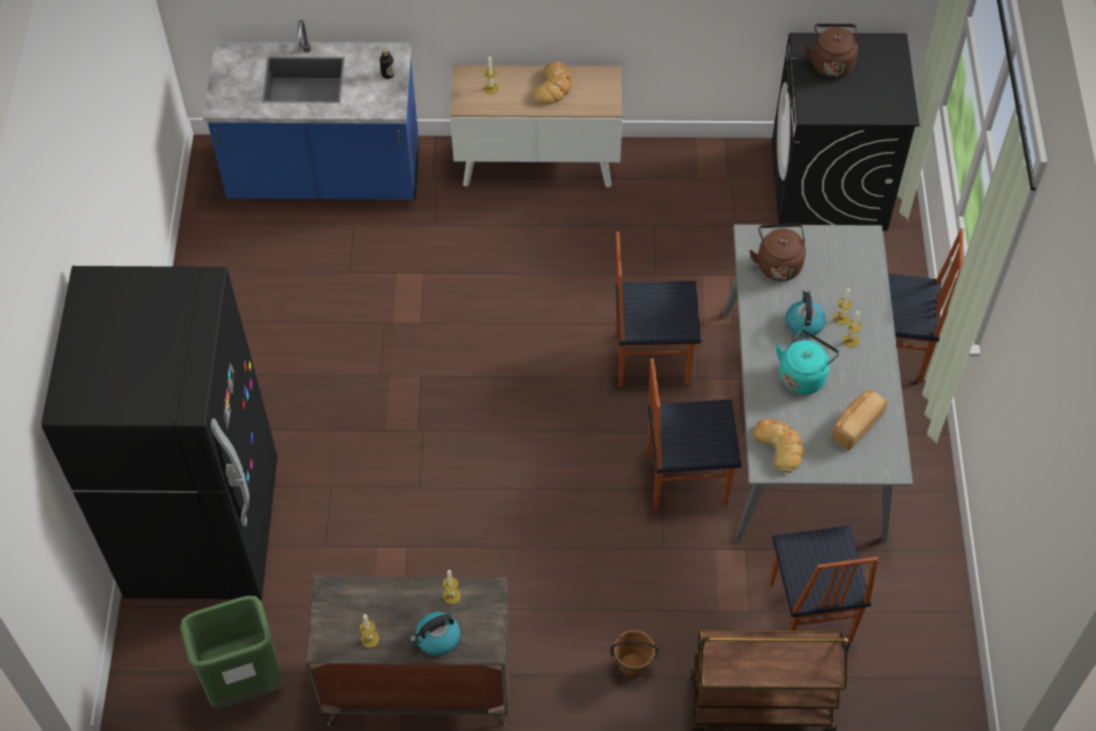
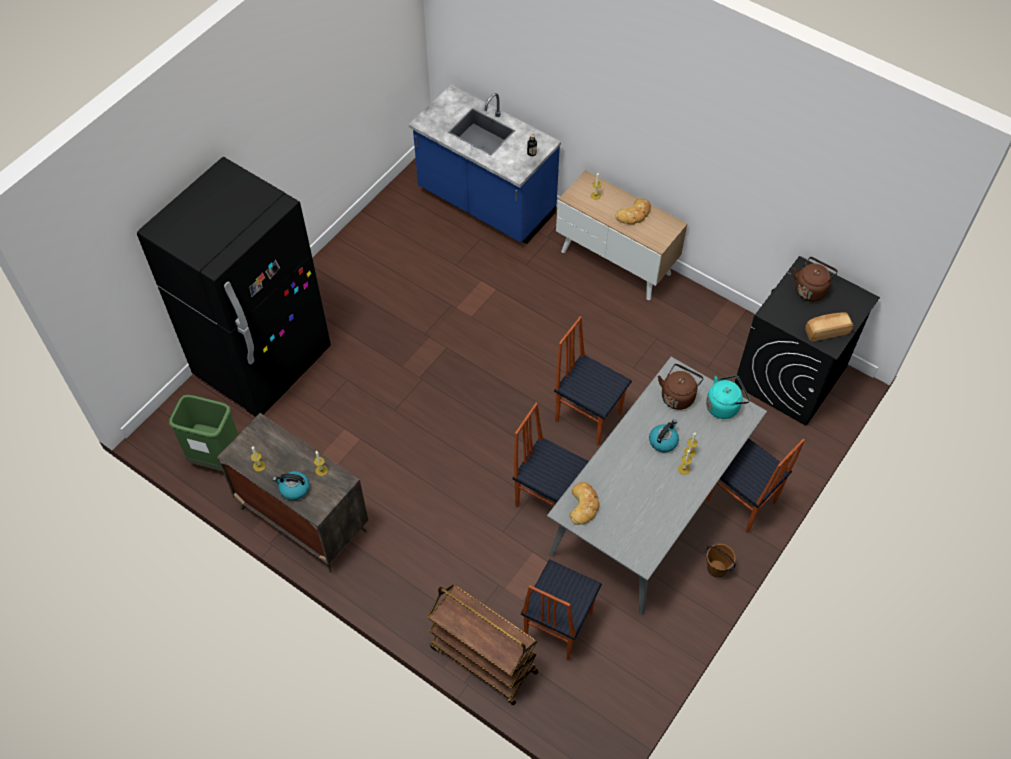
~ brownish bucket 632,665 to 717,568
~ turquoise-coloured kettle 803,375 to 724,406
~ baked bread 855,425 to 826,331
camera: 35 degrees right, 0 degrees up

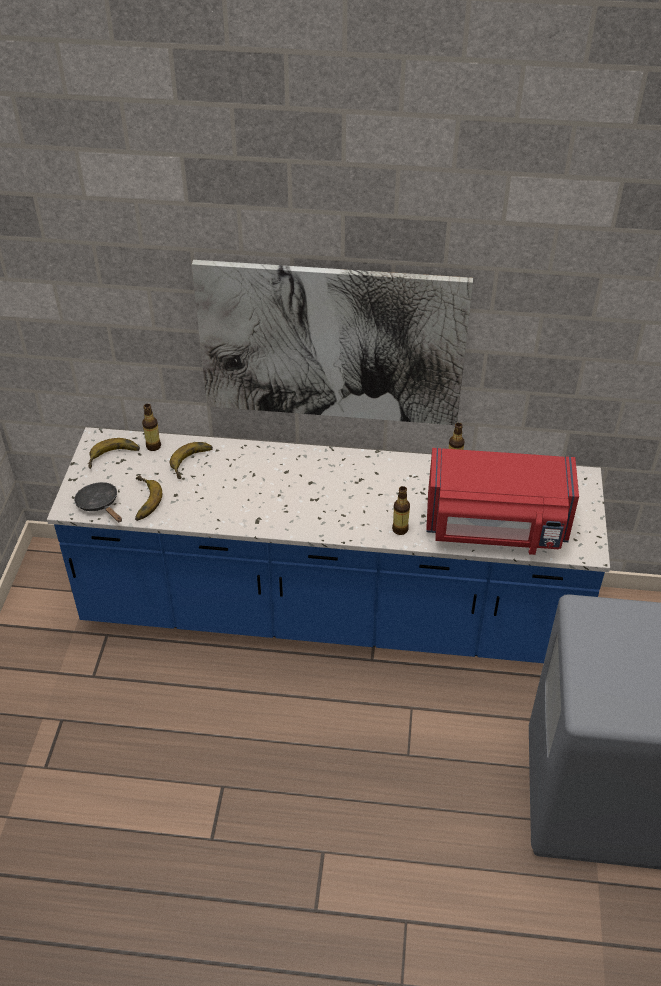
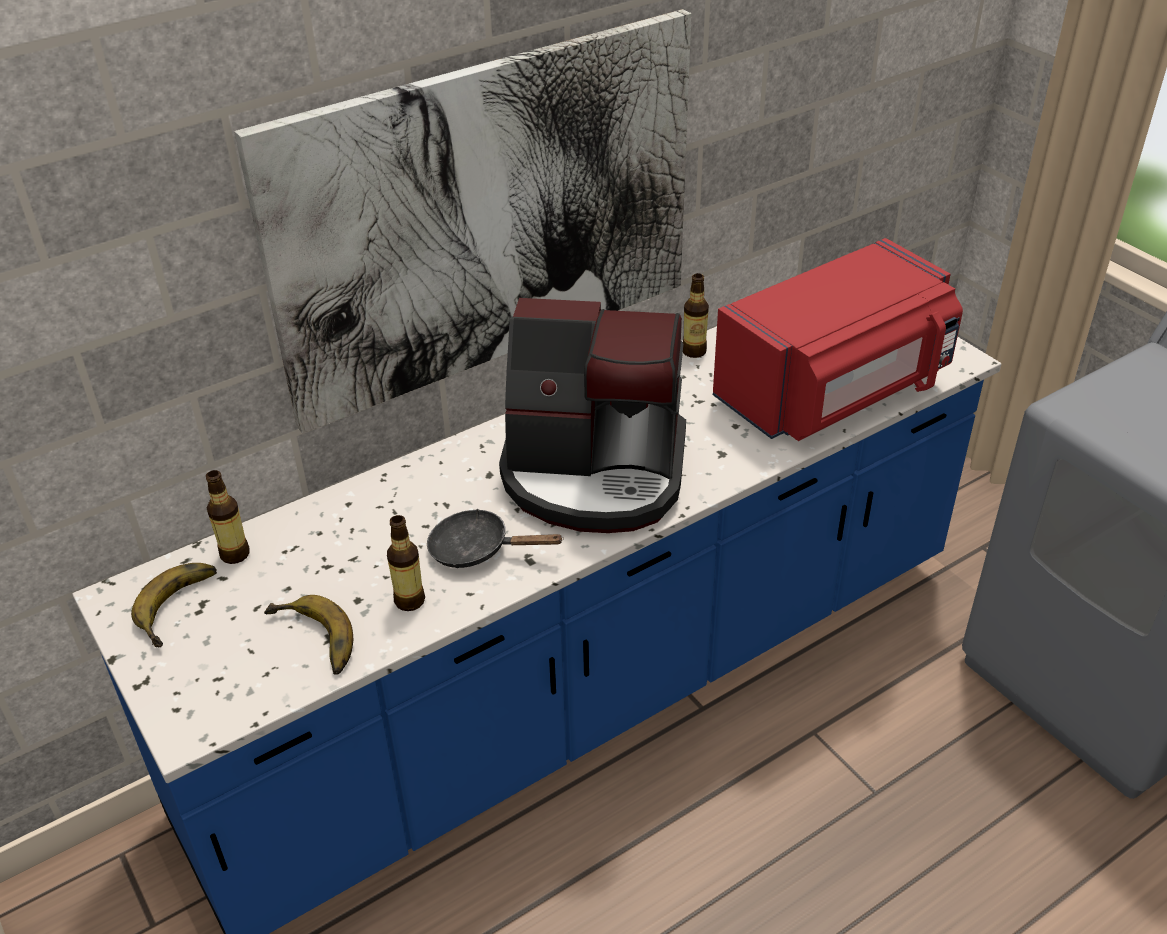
~ black pan 100,505 to 477,549
- banana fruit 193,463
~ beverage bottle 400,529 to 409,601
+ coffee brewer 595,473
camera: 40 degrees left, 5 degrees down

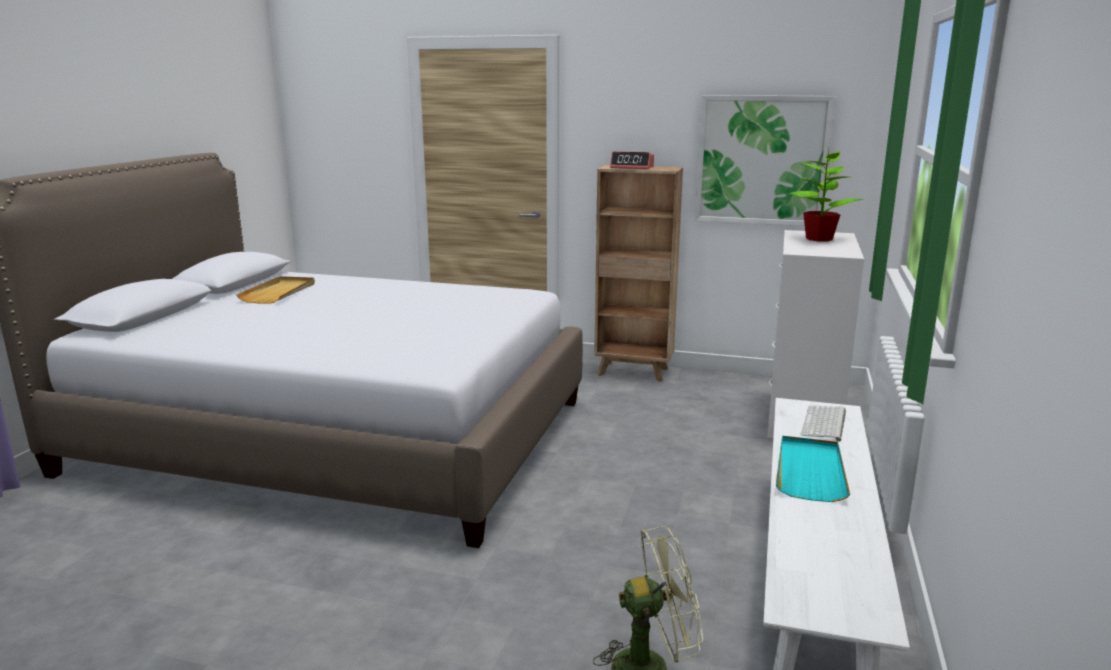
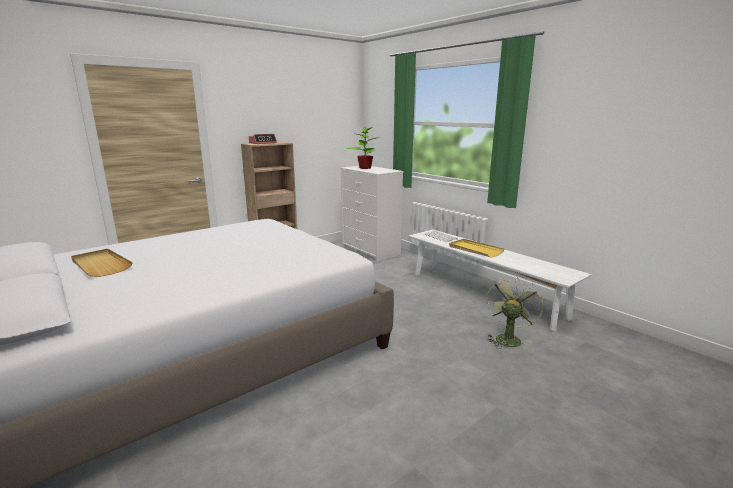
- wall picture 761,160
~ turquoise-coloured carrying tray 810,471 to yellow carrying tray 475,250
camera: 55 degrees left, 0 degrees up

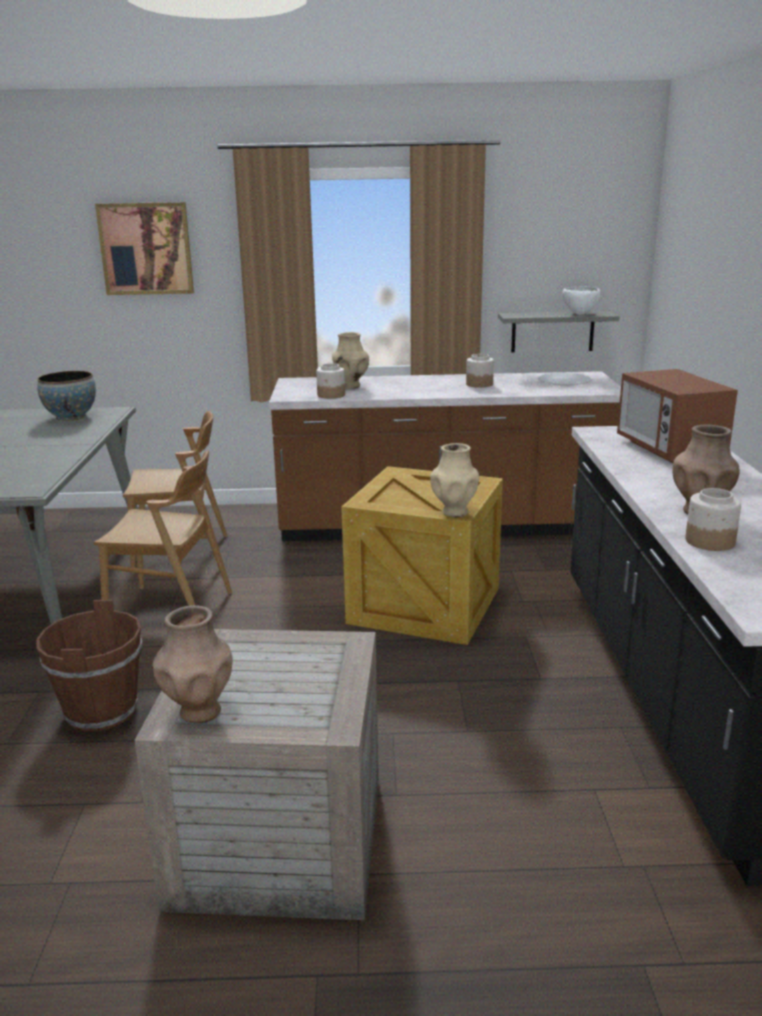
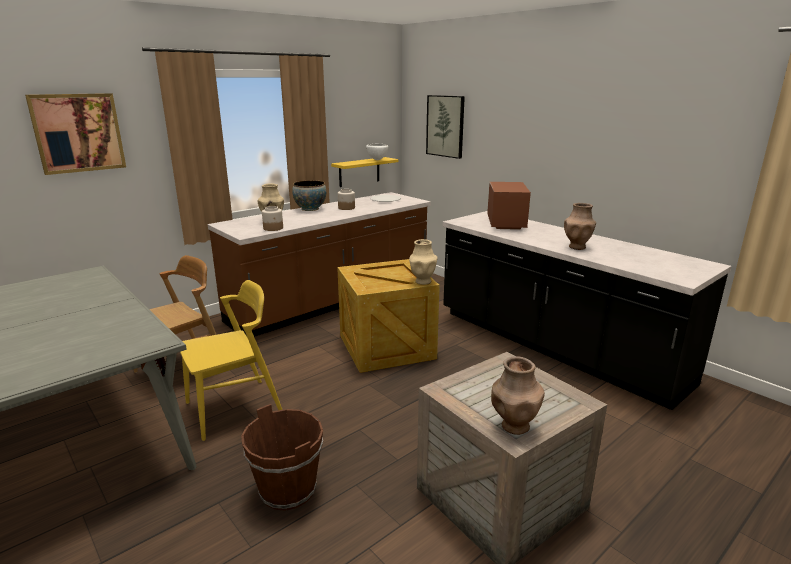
~ deep dish 71,417 to 310,209
~ brownish upright chair 171,610 to yellow upright chair 234,408
~ gray bracket shelf 552,331 to yellow bracket shelf 359,172
~ microwave 669,450 = 506,224 120 degrees counterclockwise
- preserve jar 709,541
+ wall picture 445,126
camera: 40 degrees left, 0 degrees up

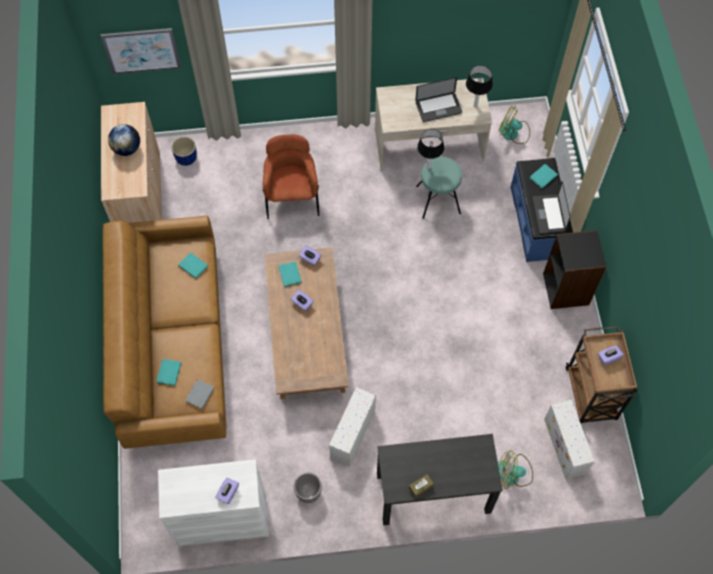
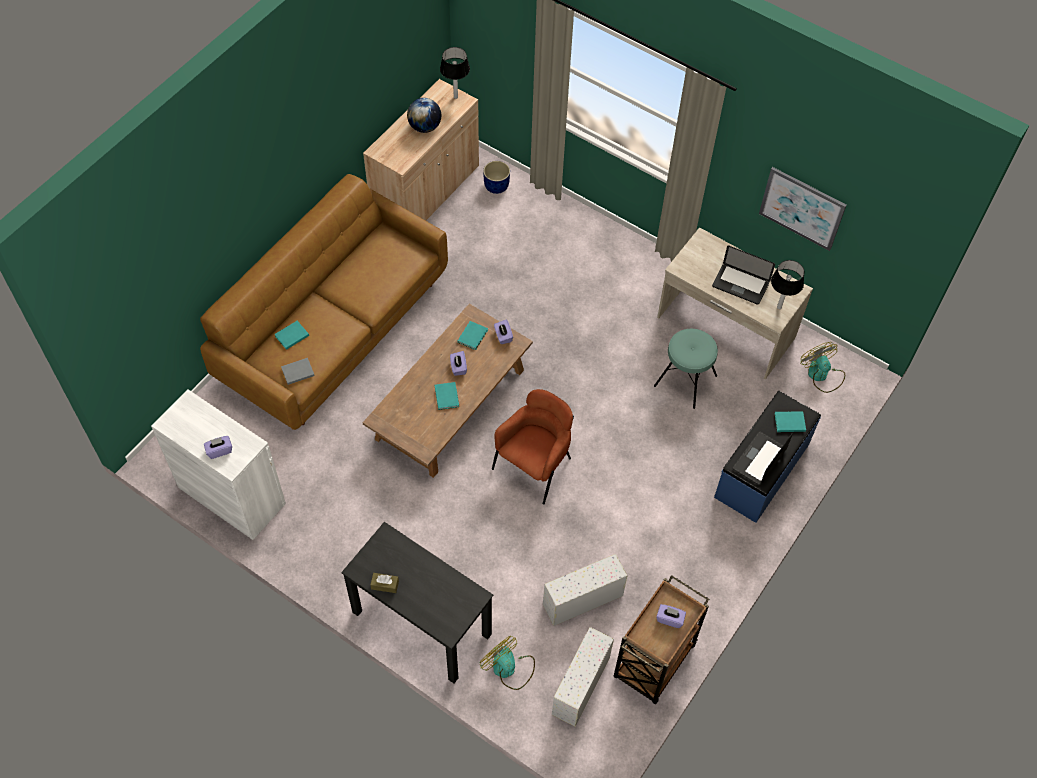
~ wall picture 141,50 to 802,208
~ turquoise-coloured volume 193,265 to 447,396
~ brownish lounge chair 292,197 to 535,466
- gray planter 308,493
~ white storage box 352,435 to 581,600
~ table lamp 428,166 to 456,96
- black shelving unit 566,289
camera: 40 degrees right, 5 degrees down

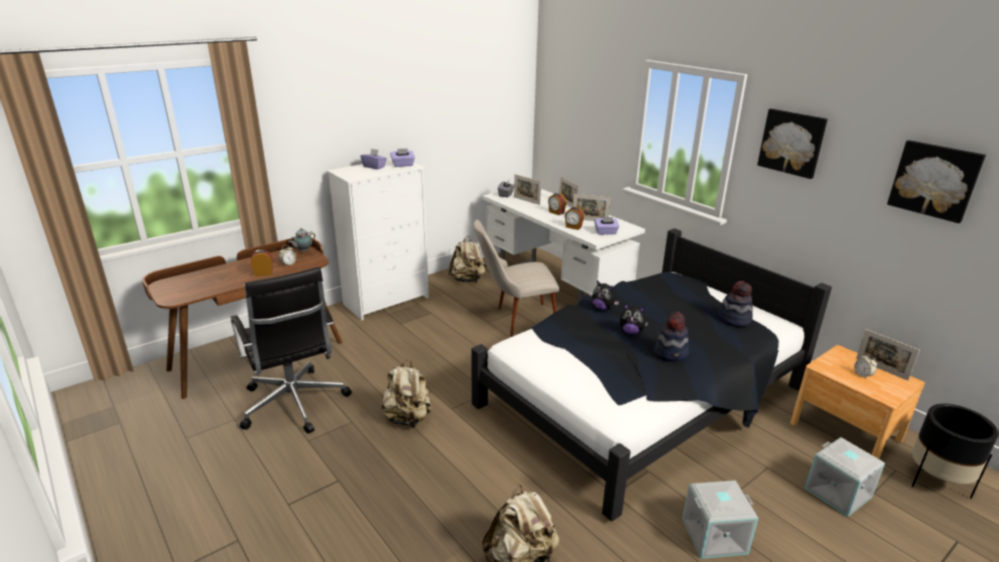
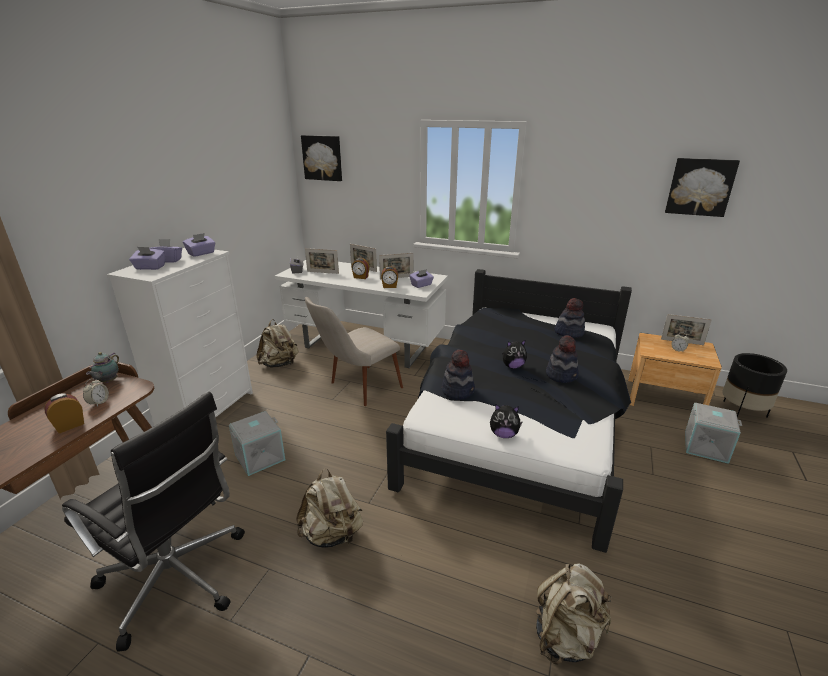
~ plush toy 603,308 to 503,434
~ gray storage box 714,535 to 260,456
~ wall picture 792,142 to 322,158
+ purplish box of tissues 150,267
+ wearable hat 458,390
camera: 30 degrees left, 0 degrees up

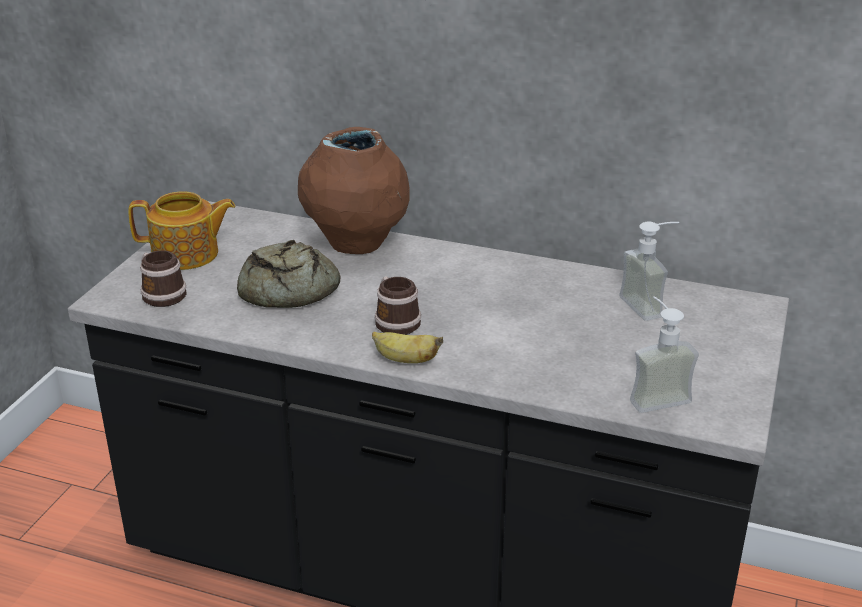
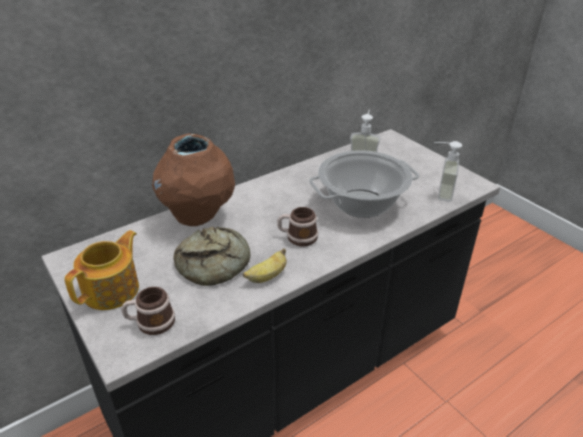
~ banana fruit 405,360 to 267,277
+ saucepot 362,203
camera: 55 degrees left, 5 degrees up

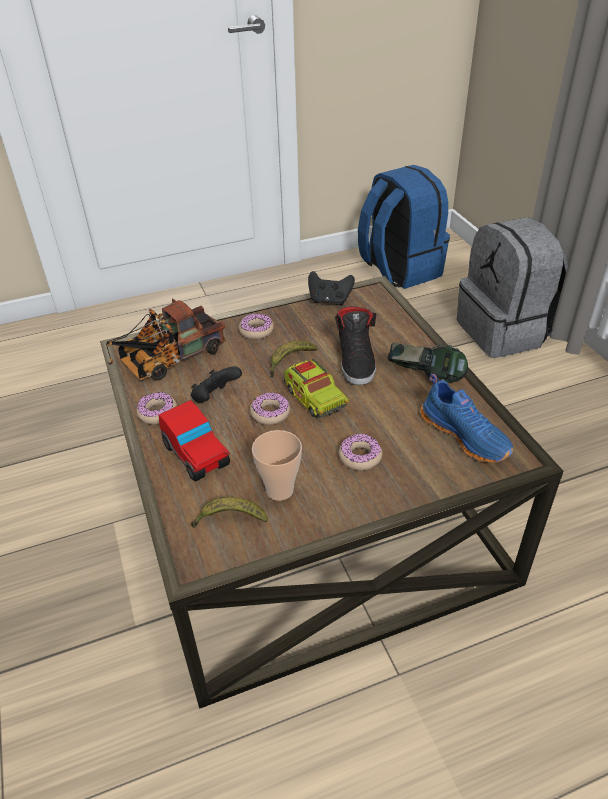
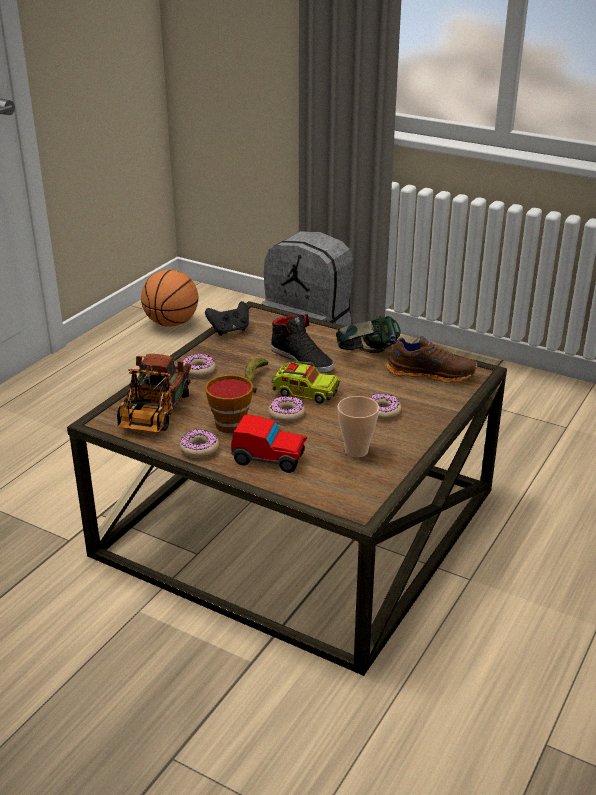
~ black game controller 215,398 to drinking cup 231,422
- banana fruit 229,519
~ blue-coloured backpack 399,270 to basketball 171,323
~ blue-coloured item of footwear 466,435 to brownish item of footwear 431,373
camera: 40 degrees left, 10 degrees down

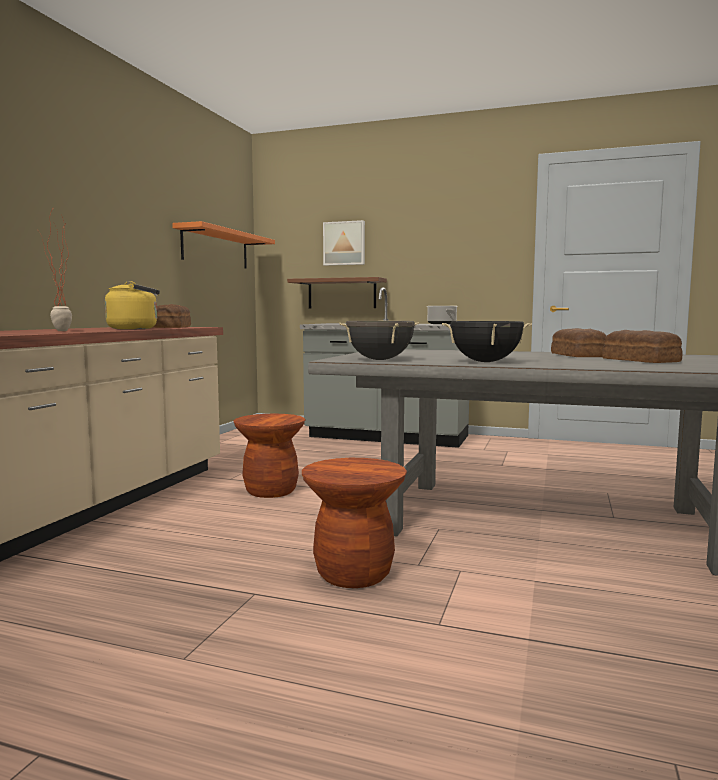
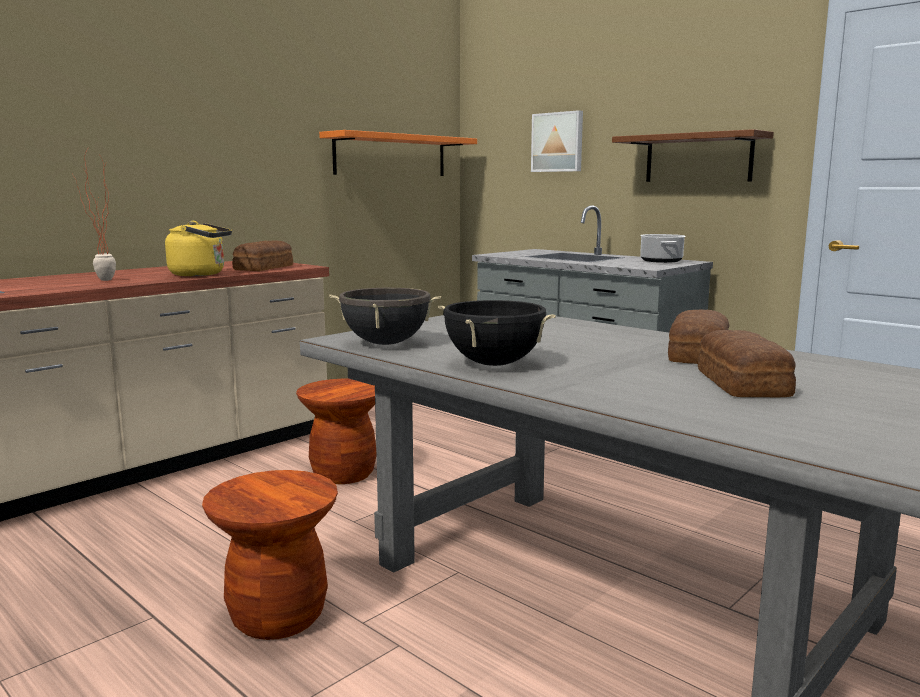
~ brownish bracket shelf 342,293 to 698,158
camera: 25 degrees right, 5 degrees up

